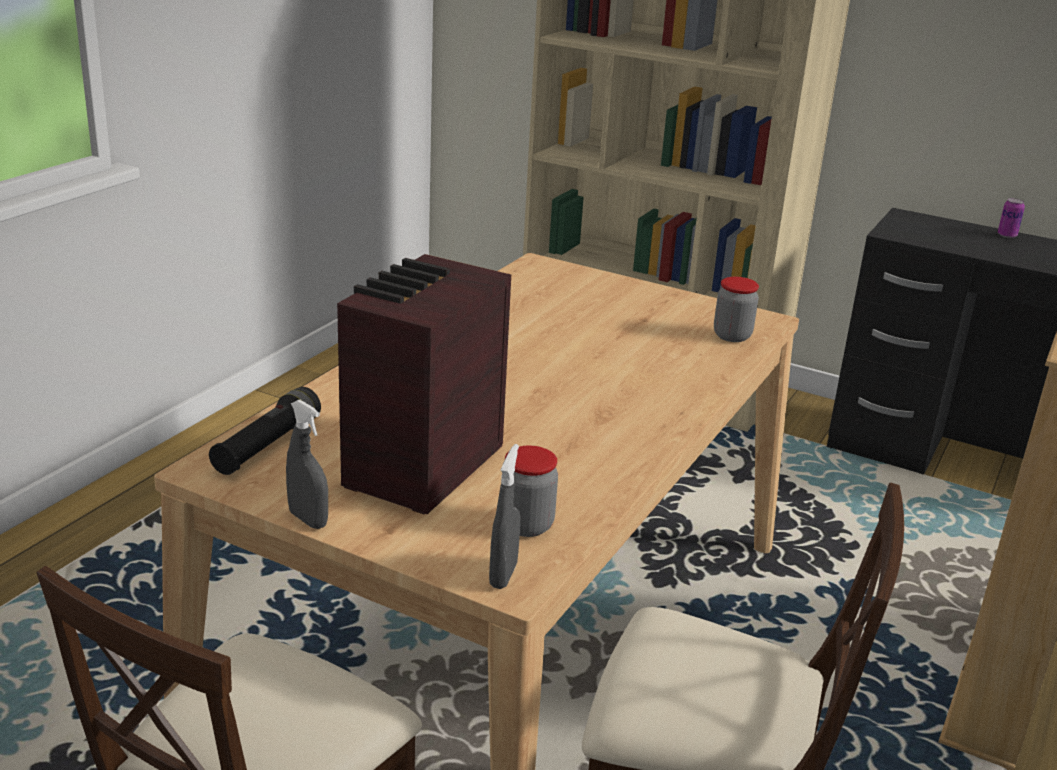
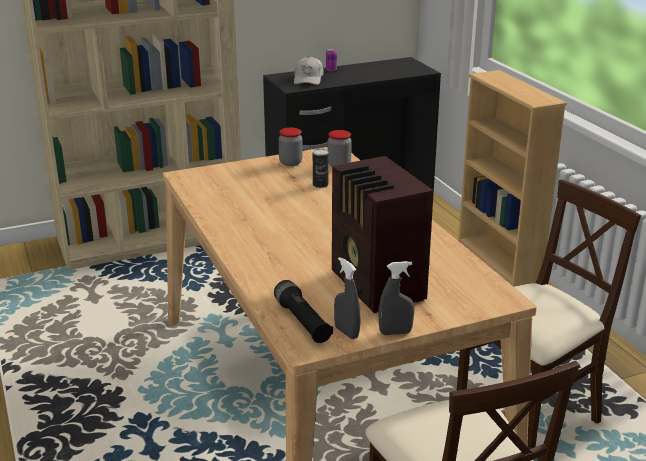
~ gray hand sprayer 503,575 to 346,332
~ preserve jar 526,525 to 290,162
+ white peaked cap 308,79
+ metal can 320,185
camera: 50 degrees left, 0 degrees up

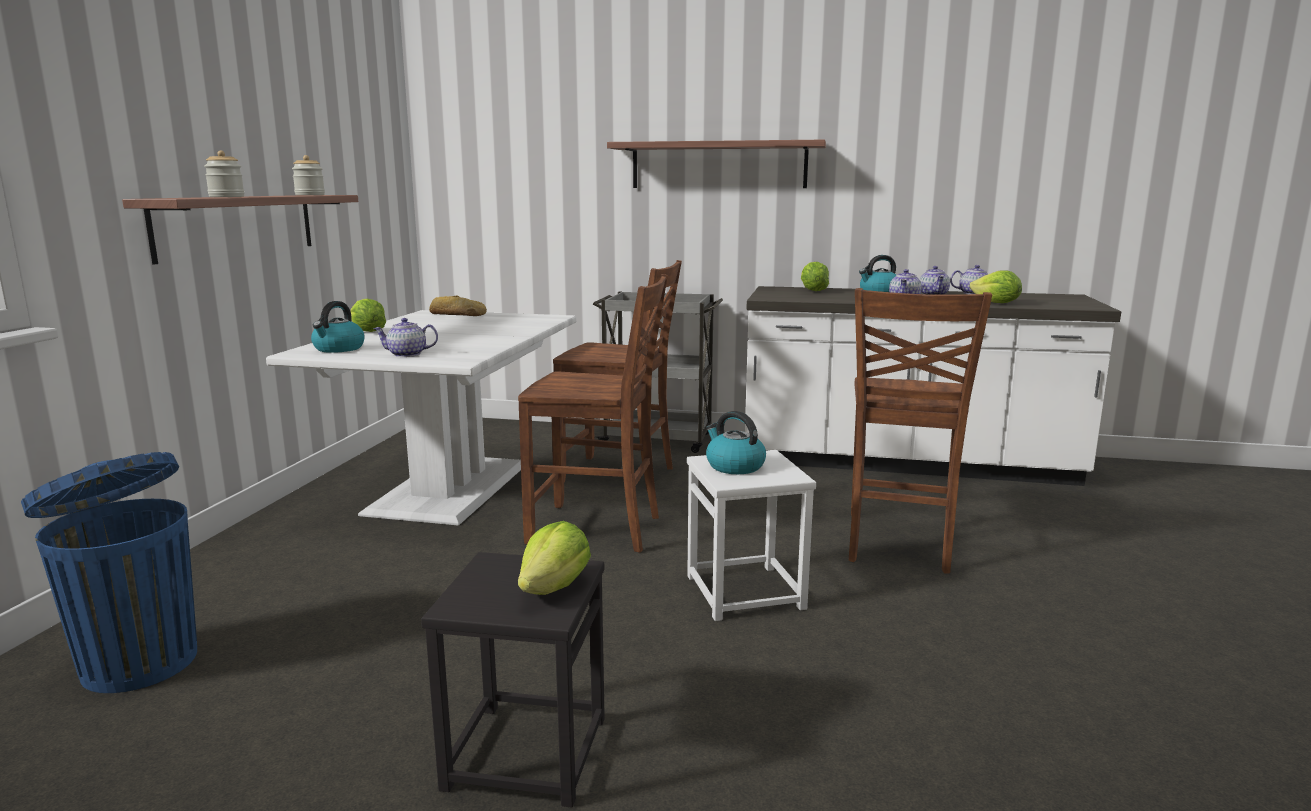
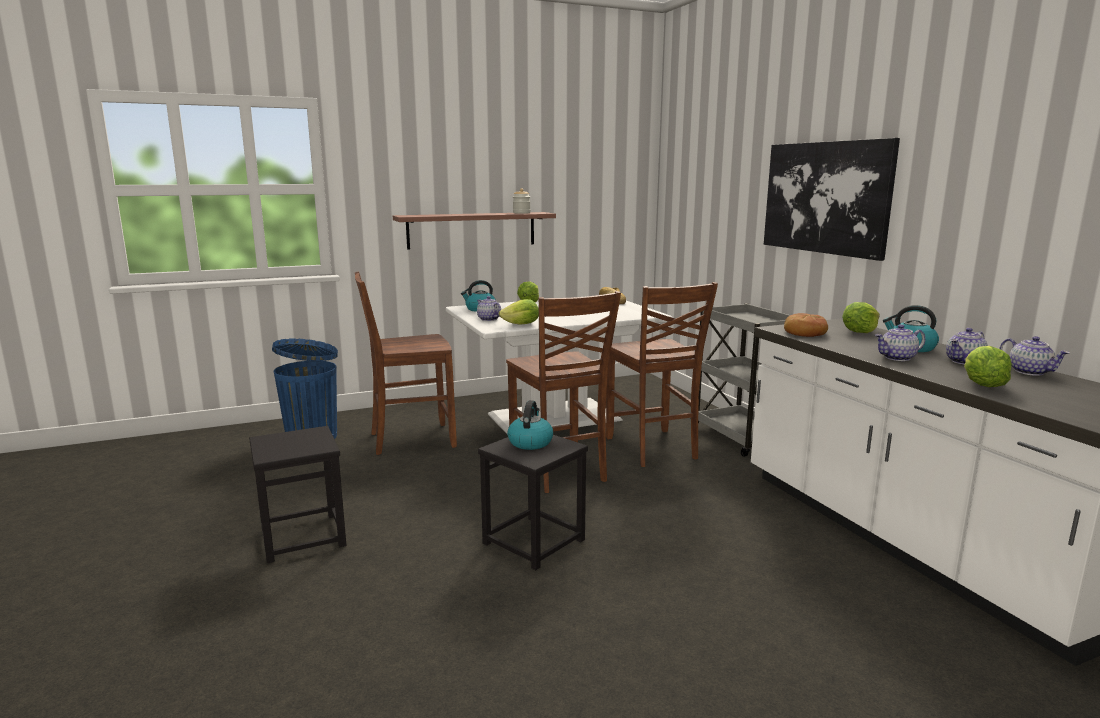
- preserve jar 226,197
~ head of lettuce 555,587 to 521,324
~ bracket shelf 718,165 to wall picture 825,197
~ white stool 746,592 to black stool 534,542
~ brownish upright chair 898,543 to 410,439
+ baked bread 804,333
camera: 55 degrees right, 0 degrees up

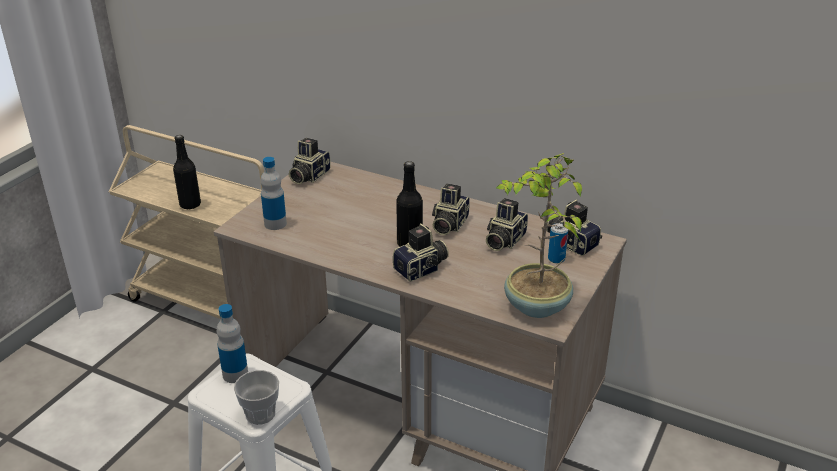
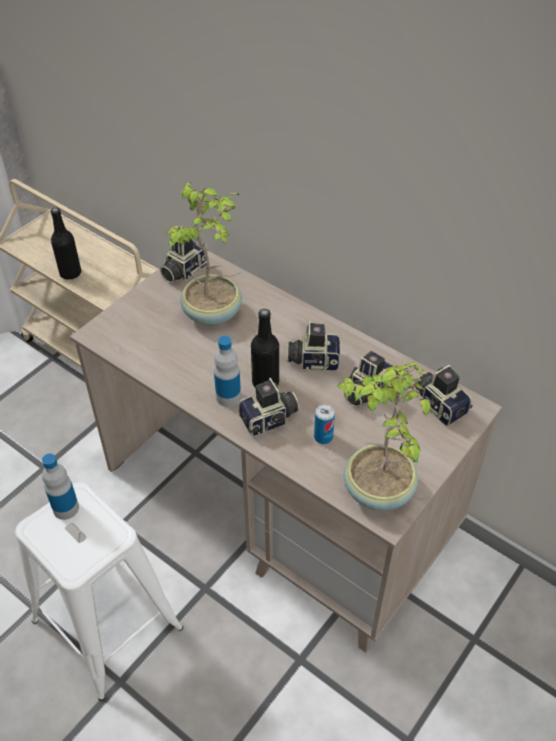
- drinking cup 260,414
~ beverage bottle 275,224 to 228,397
~ still camera 448,224 = 313,360 60 degrees clockwise
~ metal can 556,259 to 323,437
+ plant in a pot 214,313
camera: 10 degrees right, 15 degrees up

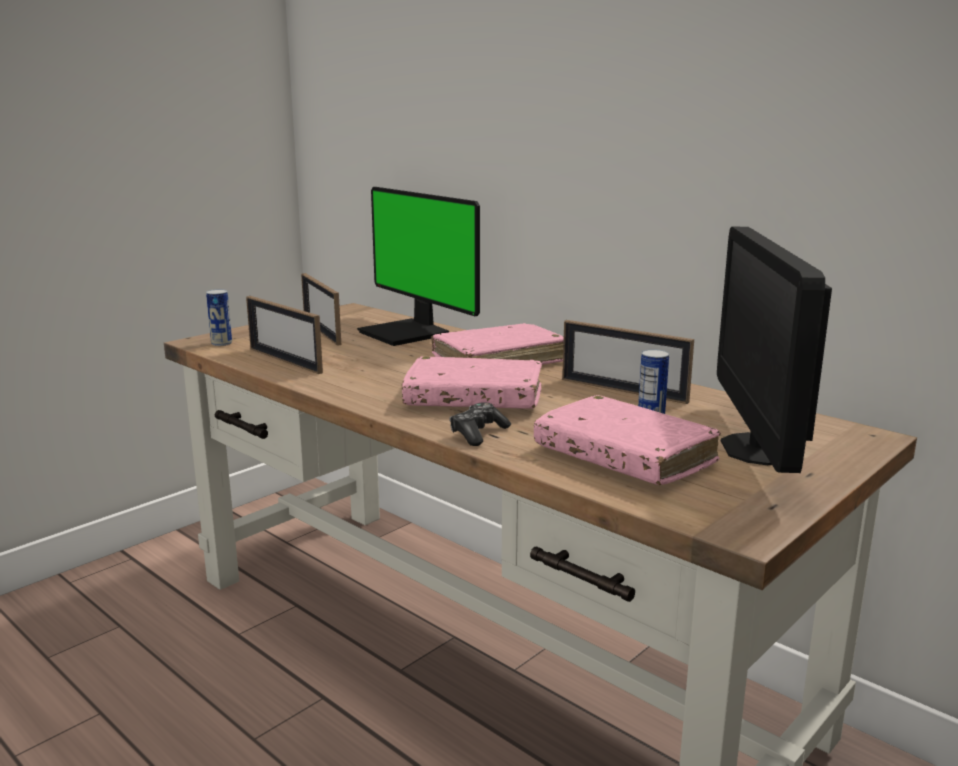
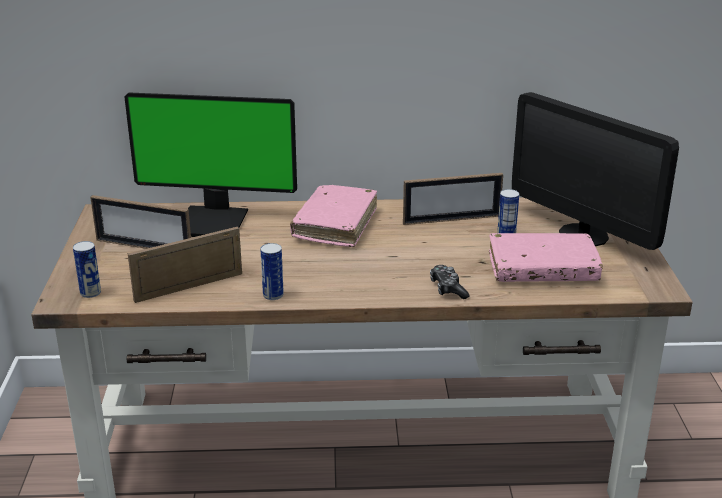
~ photo frame 285,360 = 189,287 150 degrees clockwise
- pink volume 474,399
+ metal can 273,295
camera: 45 degrees left, 10 degrees up

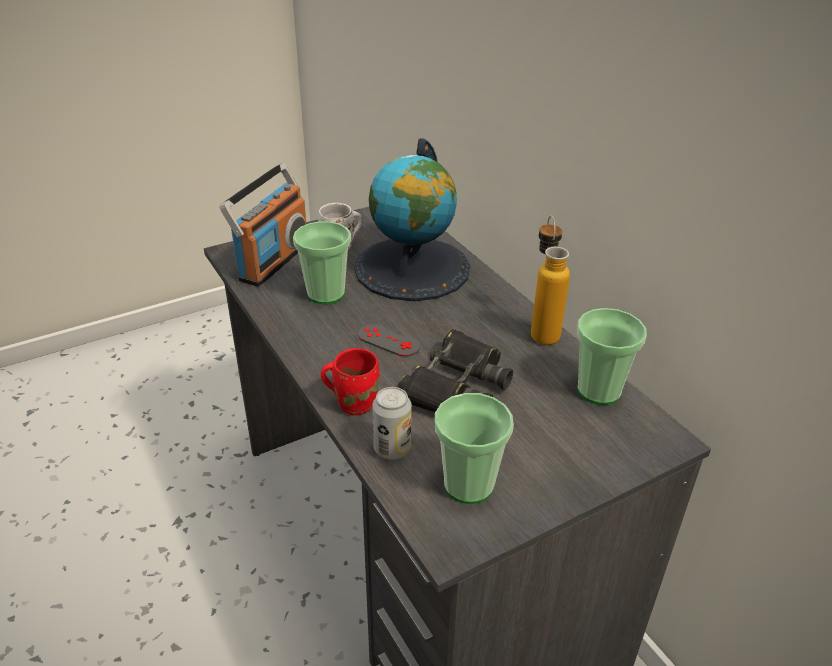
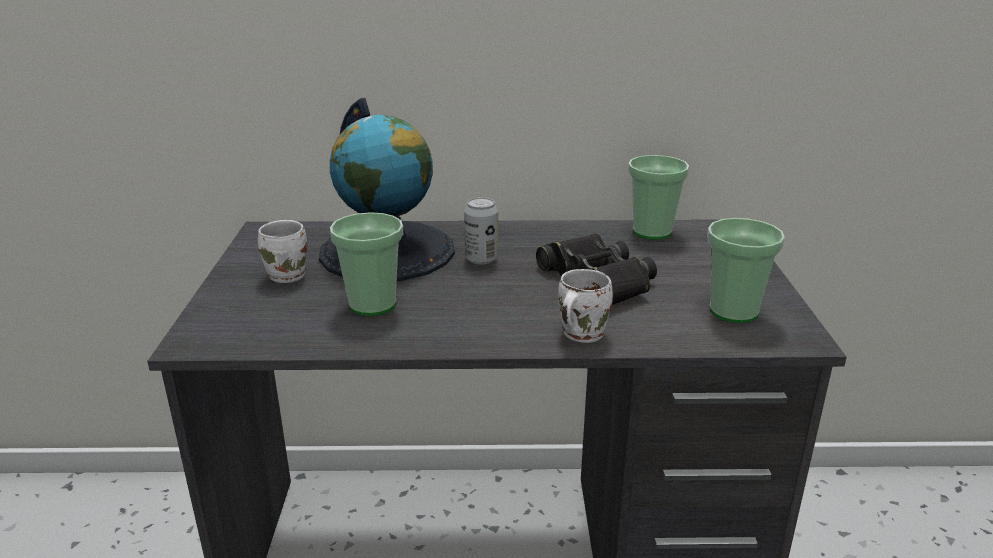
- radio receiver 273,261
~ reddish coffee mug 354,401 to white coffee mug 579,334
- gray game controller 388,340
~ metal can 392,449 to 481,259
- beverage bottle 542,330
camera: 60 degrees left, 10 degrees down

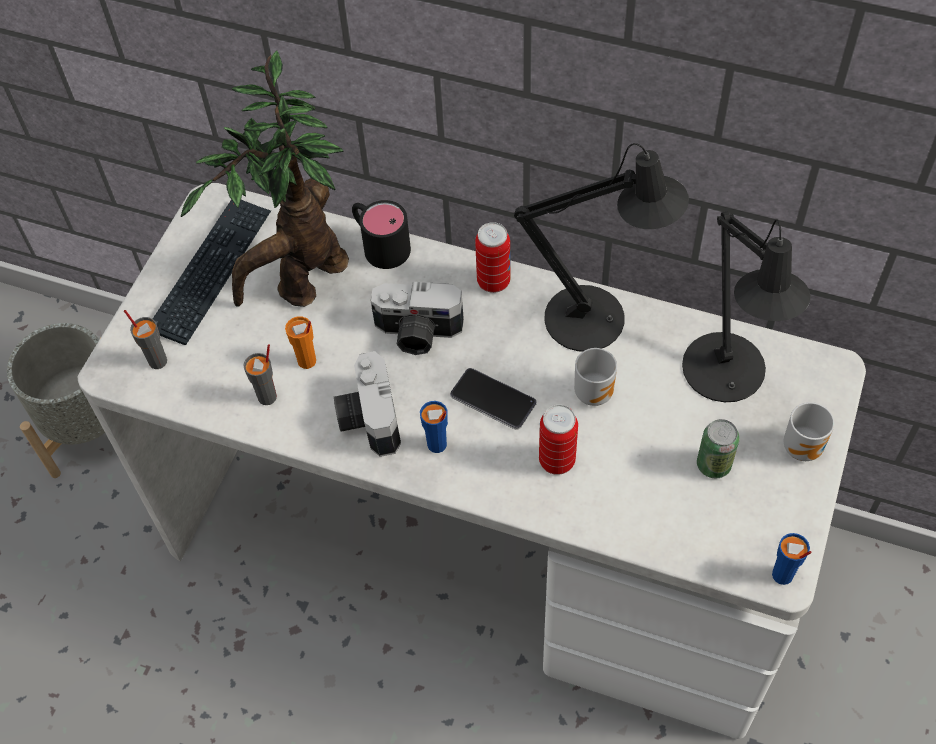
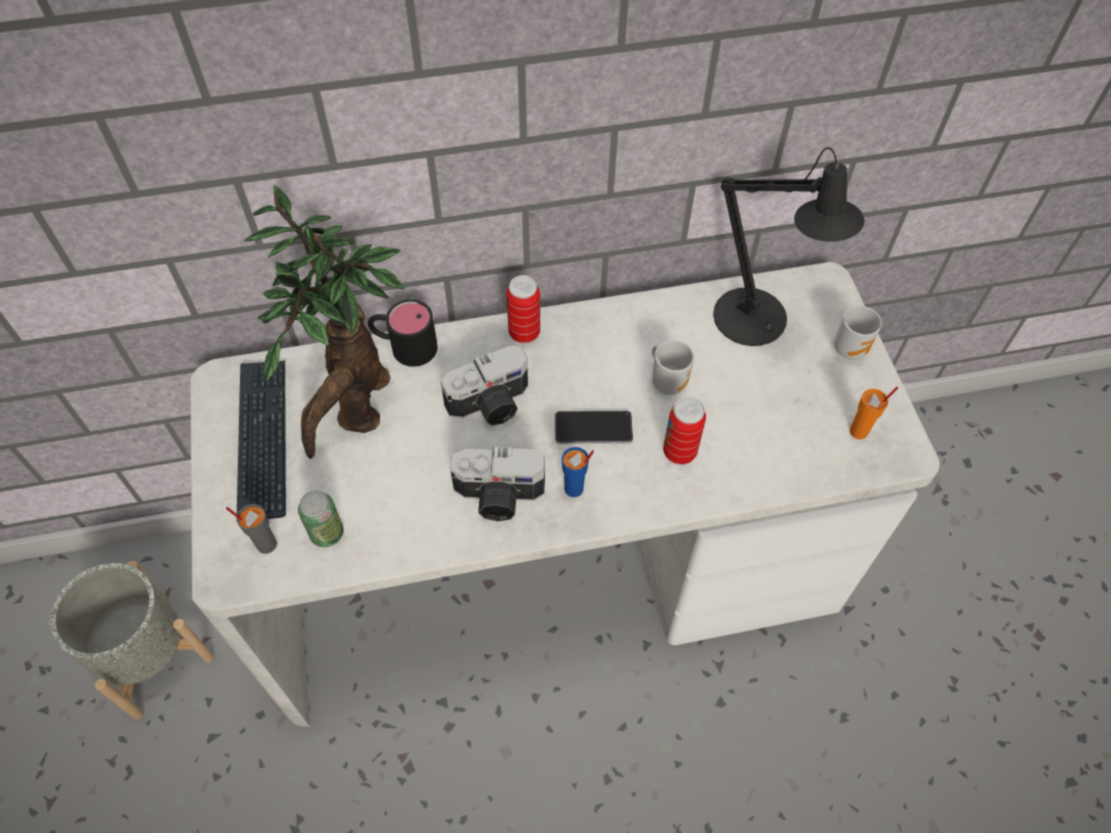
- gray drinking cup 268,397
~ orange-coloured drinking cup 307,361 to 859,432
~ still camera 367,418 = 498,497 45 degrees counterclockwise
- black table lamp 597,320
~ metal can 713,465 to 327,533
- blue-coloured drinking cup 782,575
camera: 35 degrees left, 0 degrees up

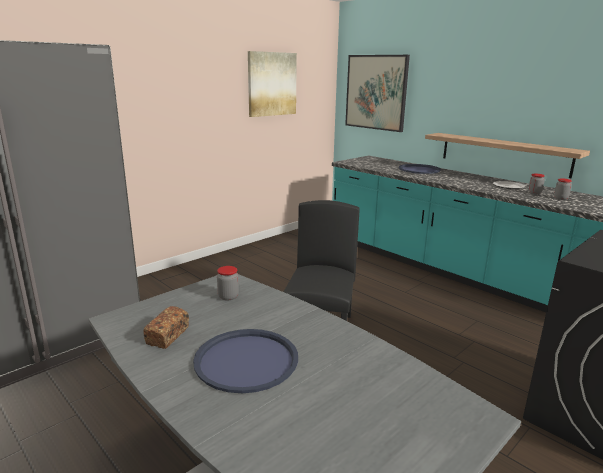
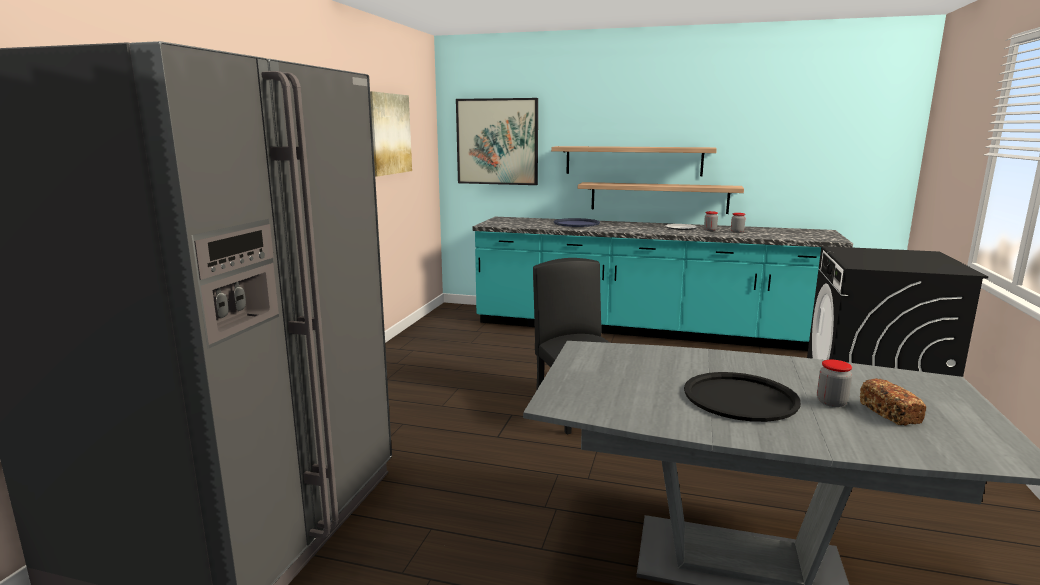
~ baked bread 168,336 to 890,413
~ blue-coloured carrying tray 246,360 to black carrying tray 740,398
~ preserve jar 228,296 to 831,402
+ bracket shelf 633,160
camera: 30 degrees left, 5 degrees down

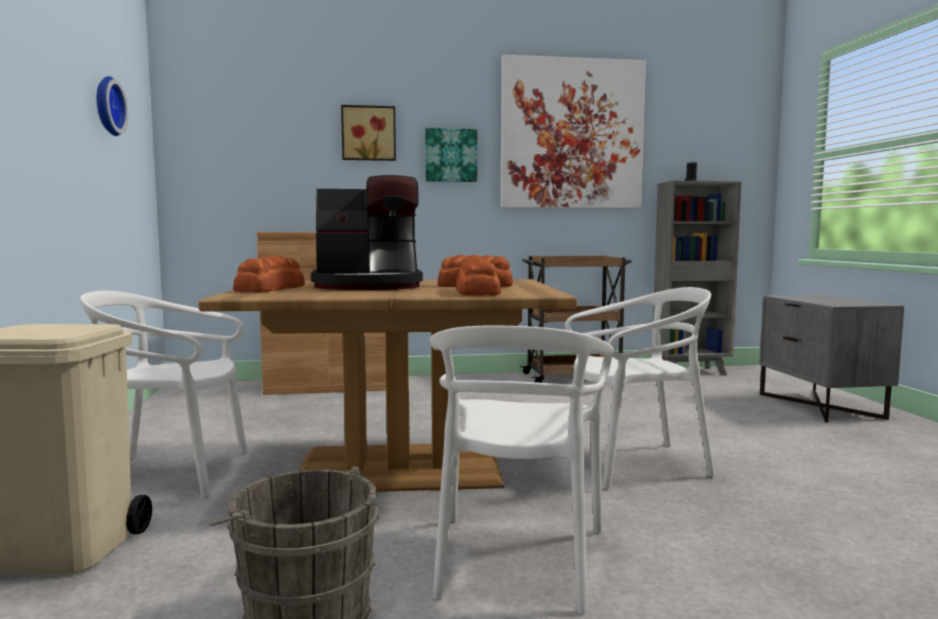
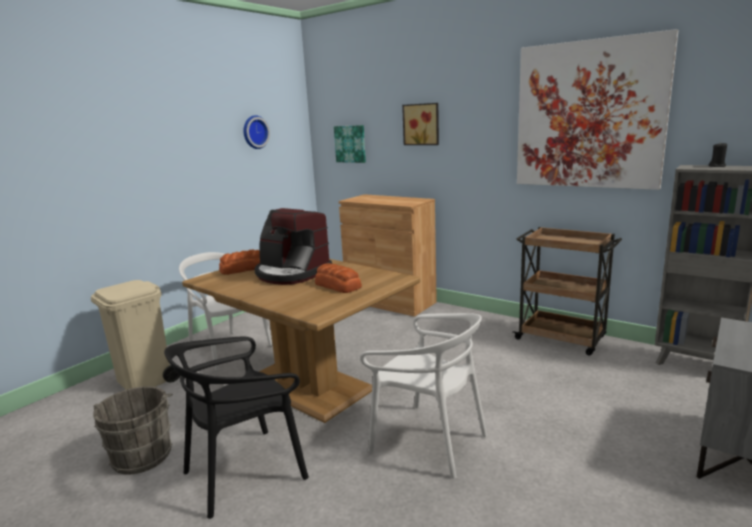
~ wall picture 451,155 to 350,144
~ white upright chair 517,559 to black upright chair 245,472
- baked bread 477,292
camera: 45 degrees right, 10 degrees up

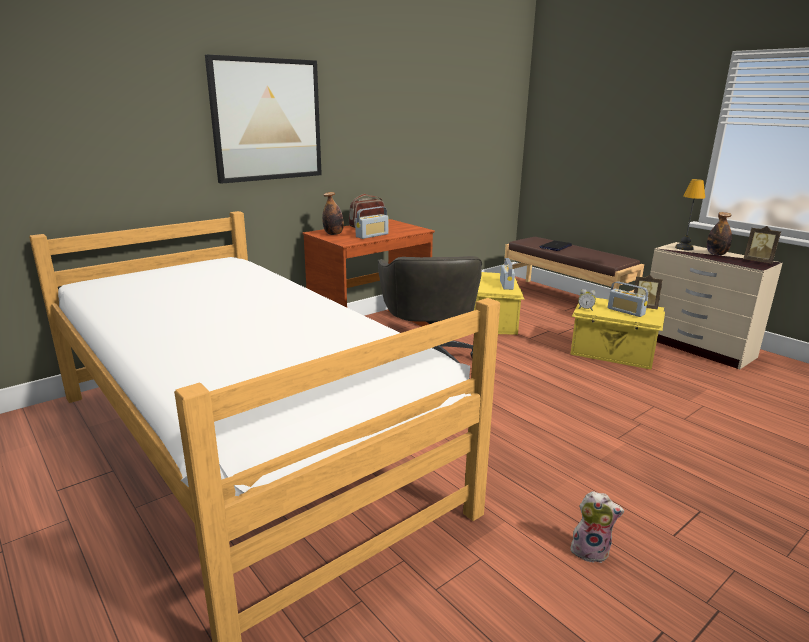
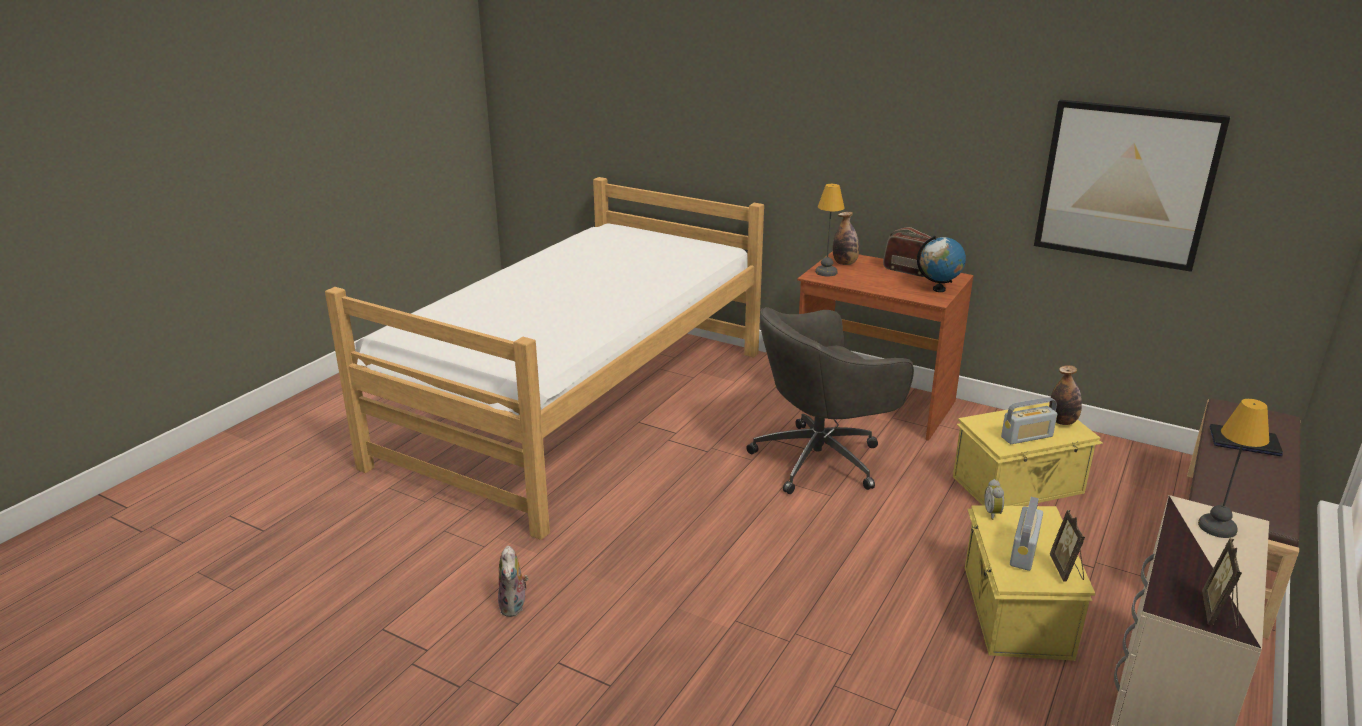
~ wall picture 267,120 to 1126,184
- radio receiver 372,235
~ beverage bottle 716,254 to 1062,421
+ table lamp 826,272
+ desk globe 939,289
camera: 70 degrees right, 5 degrees up

